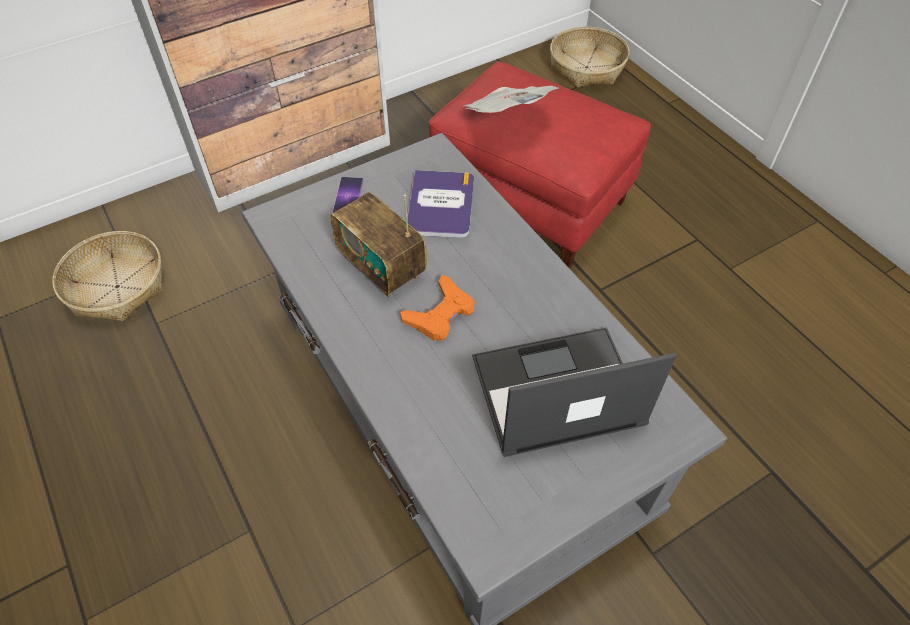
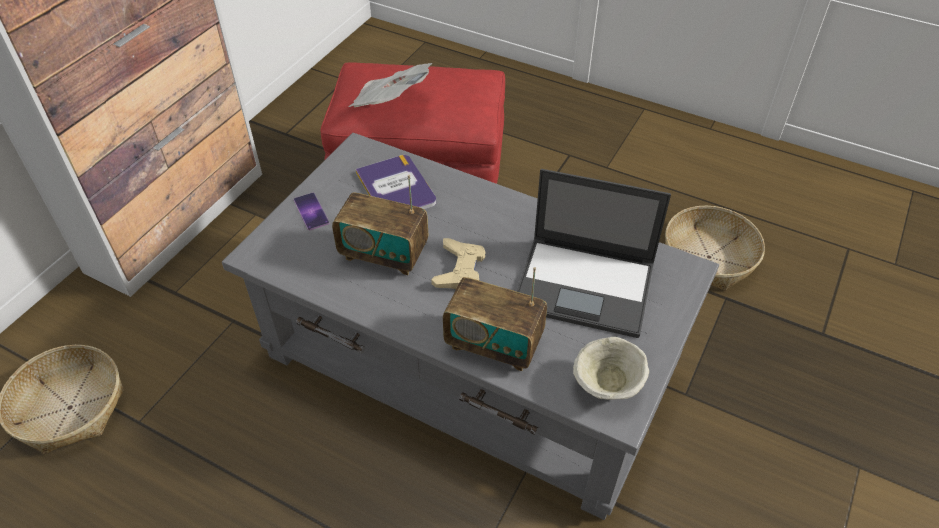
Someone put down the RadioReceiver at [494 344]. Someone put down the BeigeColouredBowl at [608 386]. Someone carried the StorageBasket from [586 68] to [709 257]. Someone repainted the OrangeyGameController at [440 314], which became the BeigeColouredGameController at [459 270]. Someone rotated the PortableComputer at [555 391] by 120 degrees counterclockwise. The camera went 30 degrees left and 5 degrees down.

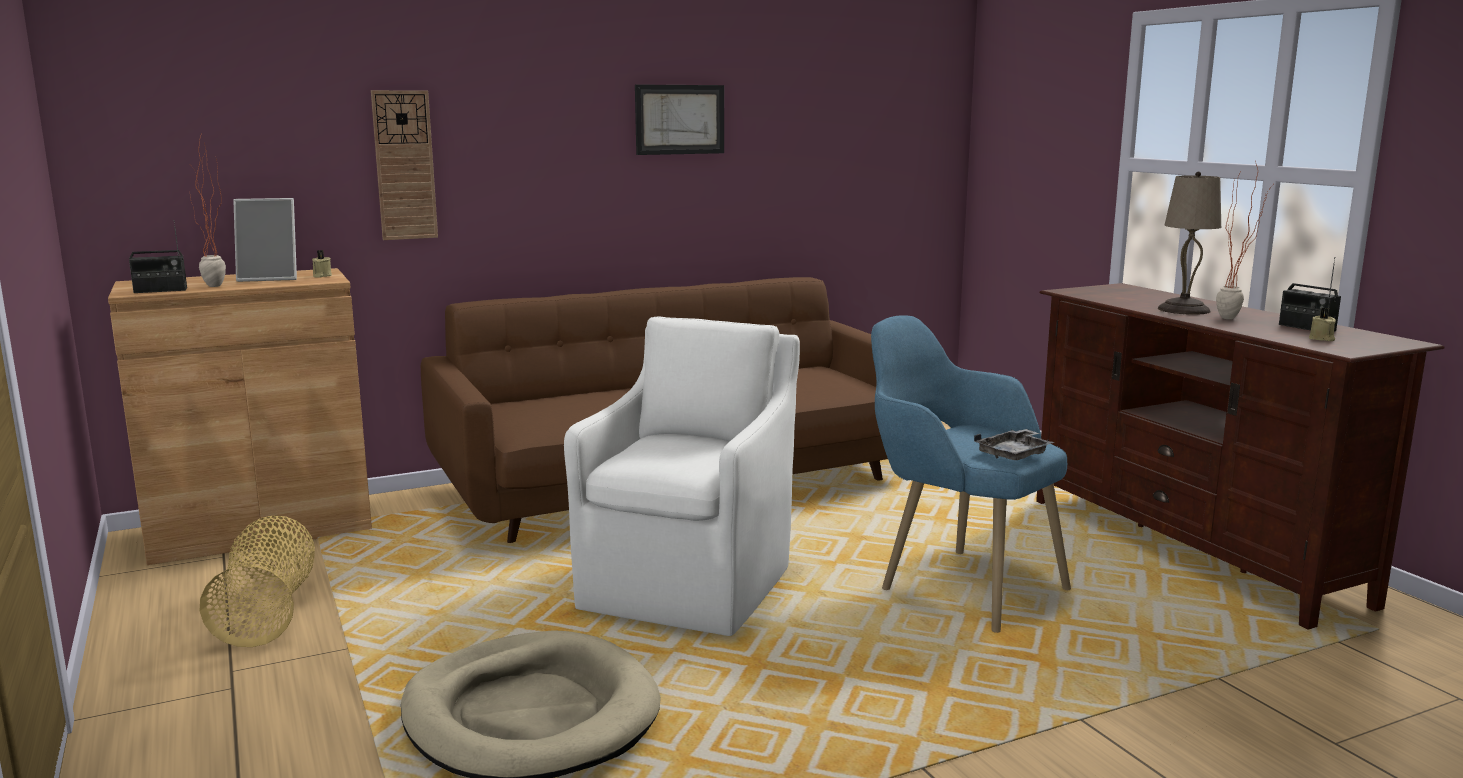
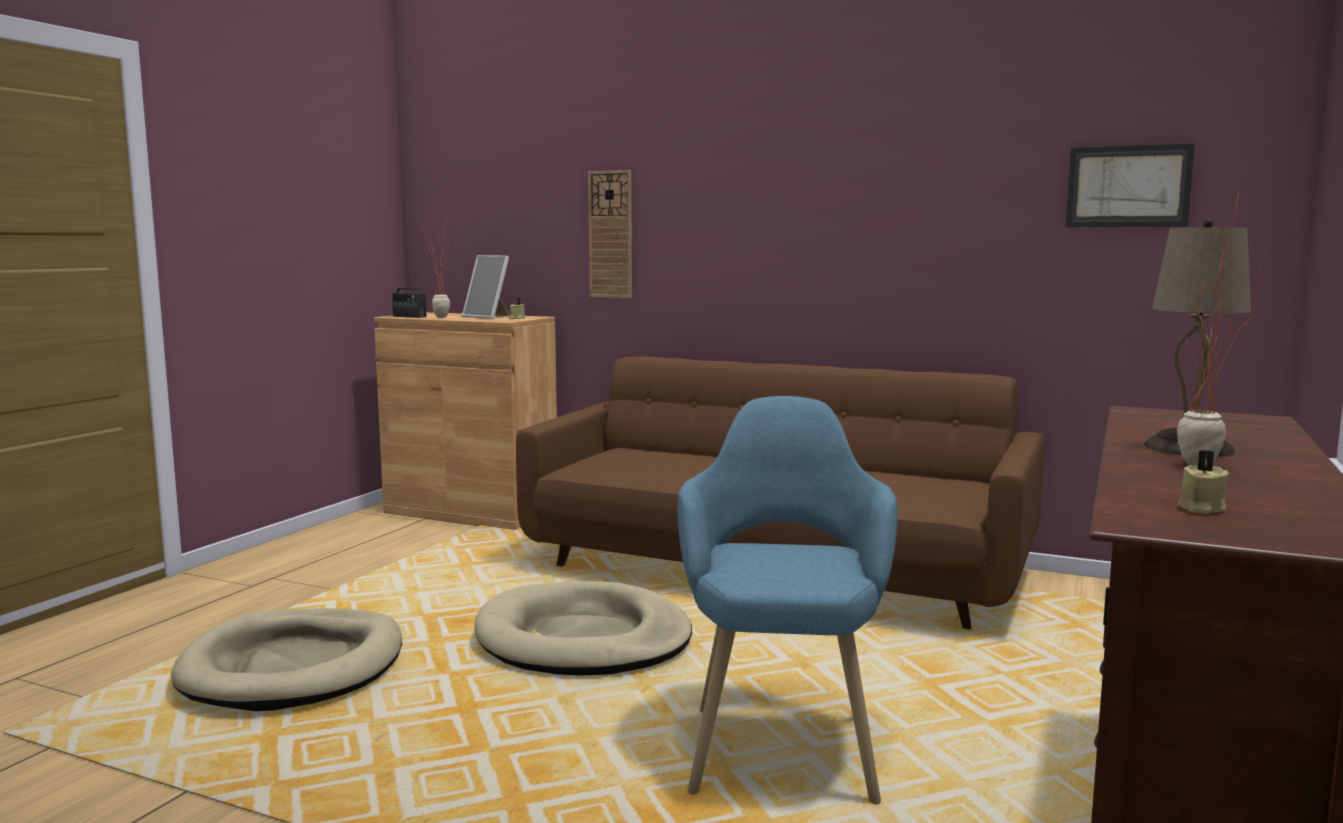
Someone took away the StorageBasket at [268 611]. Someone took away the GrayCarryingTray at [1014 454]. Someone took away the RadioReceiver at [1306 327]. Someone carried the Picture from [679 119] to [1128 186]. Someone swapped the WhiteLoungeChair at [690 585] for the BeigeColouredPetBed at [583 639]. The camera went 50 degrees right and 5 degrees down.

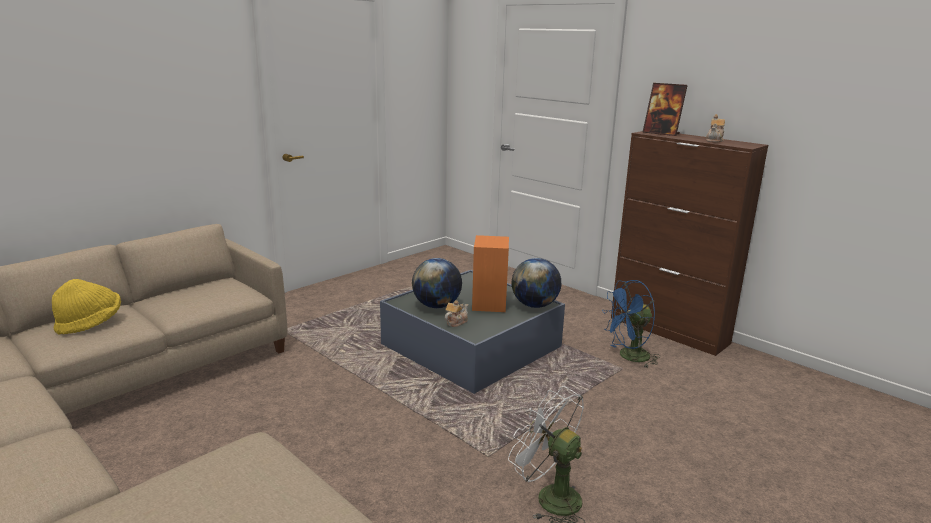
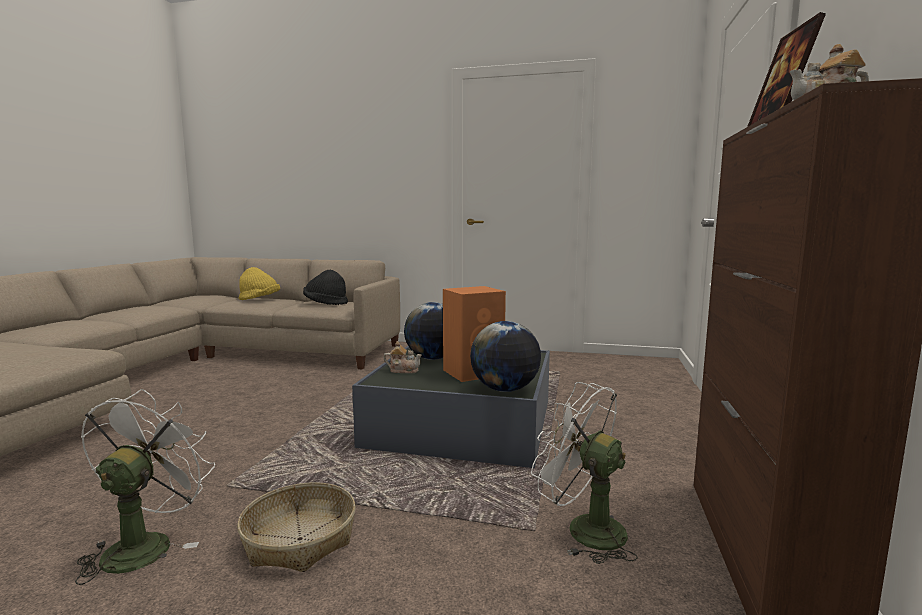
Someone put down the StorageBasket at [299 539]. Someone put down the BlackColouredClothingHat at [325 303]. Someone repainted the BlueCoolingFan at [629 357], which became the WhiteCoolingFan at [583 529]. The camera went 60 degrees right and 10 degrees down.

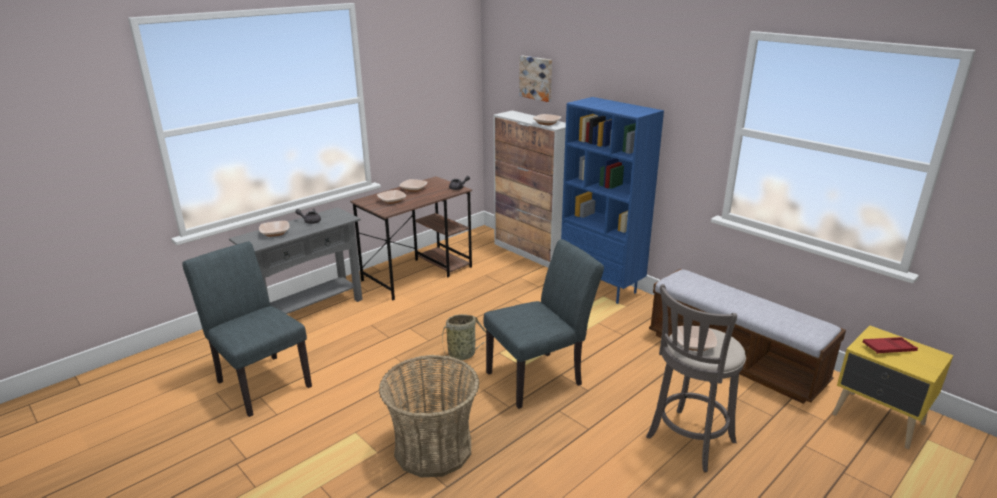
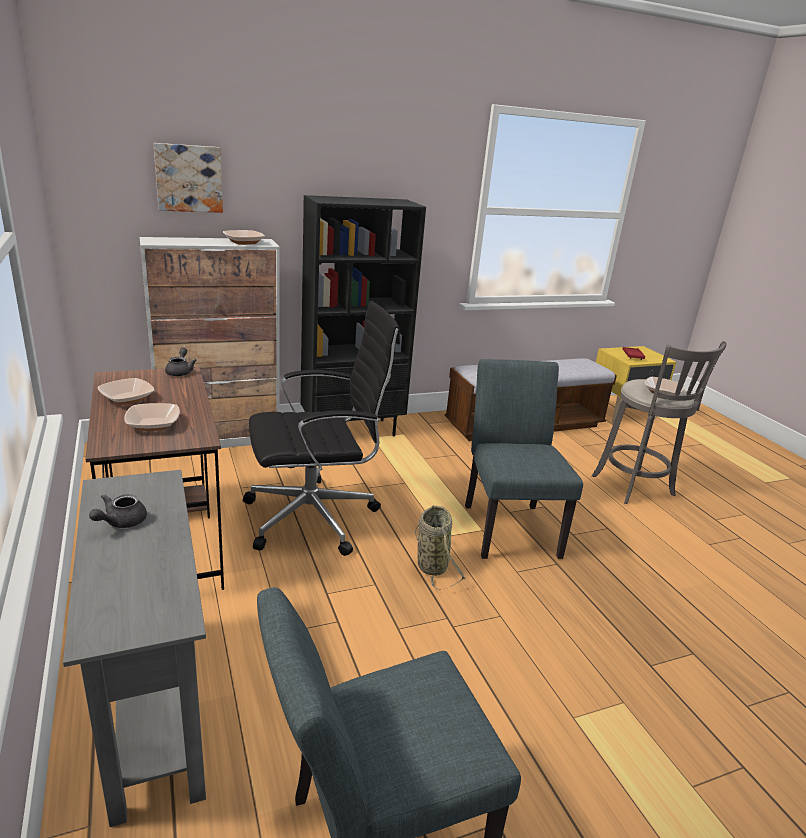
Someone took away the Bowl at [275 233]. Someone took away the StorageBasket at [433 448]. Someone put down the BlackColouredOfficeChair at [315 517]. Someone repainted the BlueBookcase at [602 286], which became the BlackColouredBookcase at [352 430]. The camera went 70 degrees left and 0 degrees up.

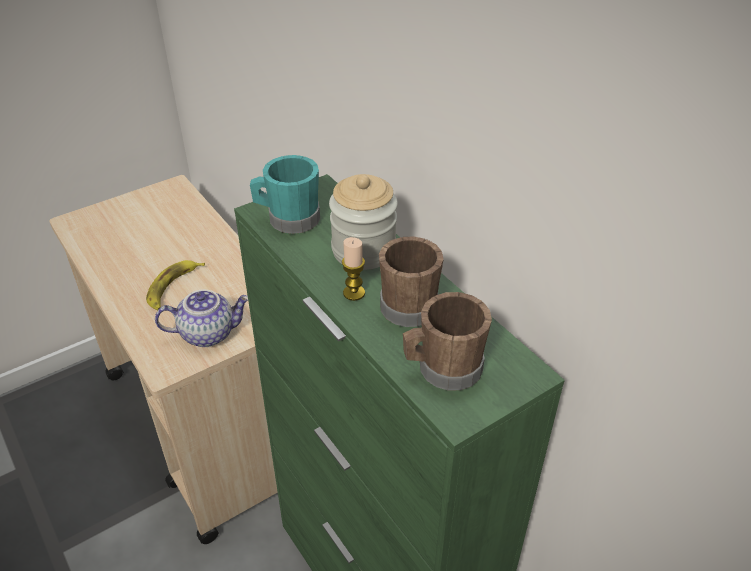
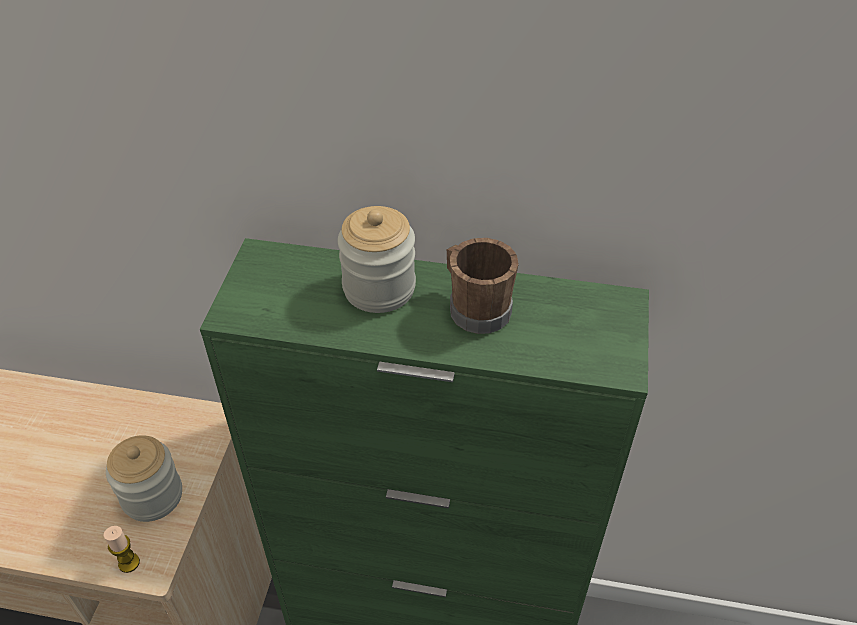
Someone took away the BananaFruit at [173 288]. Someone took away the TurquoiseMug at [288 219]. Someone took away the BrownishMug at [443 369]. Someone carried the Candle from [354 293] to [129 563]. Someone swapped the Teapot at [208 333] for the Jar at [152 496]. The camera went 45 degrees left and 5 degrees up.

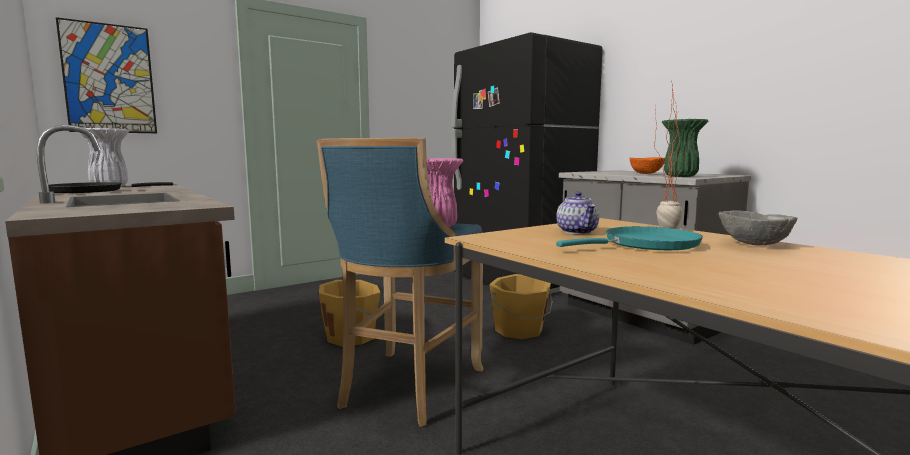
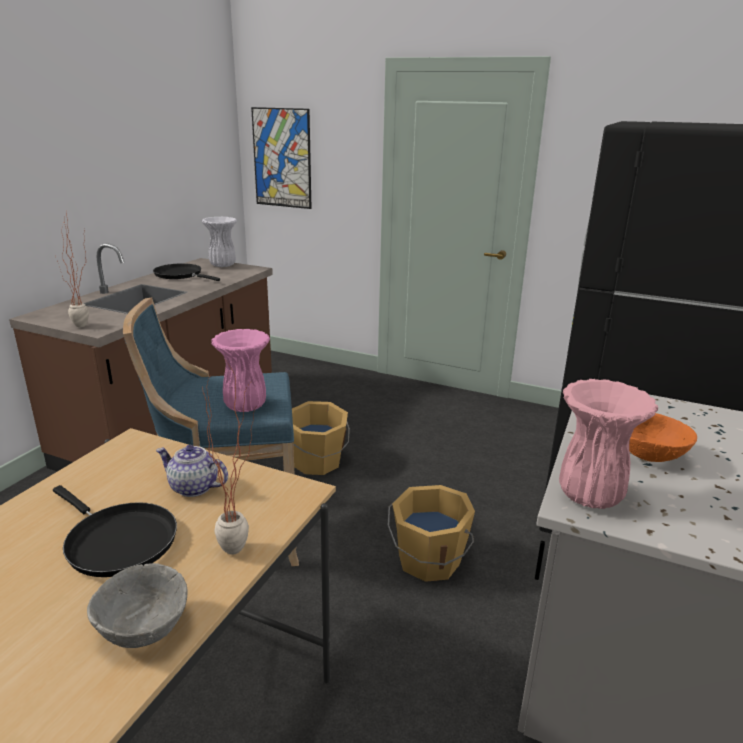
Someone put down the PottedPlant at [85 327]. Someone repainted the TurquoisePan at [645 244], which became the BlackColouredPan at [117 541]. Someone repainted the GreenishFlowerVase at [681 176], which became the PinkColouredFlowerVase at [590 497]. Someone rotated the Teapot at [577 232] by 60 degrees clockwise. The camera went 60 degrees right and 15 degrees up.

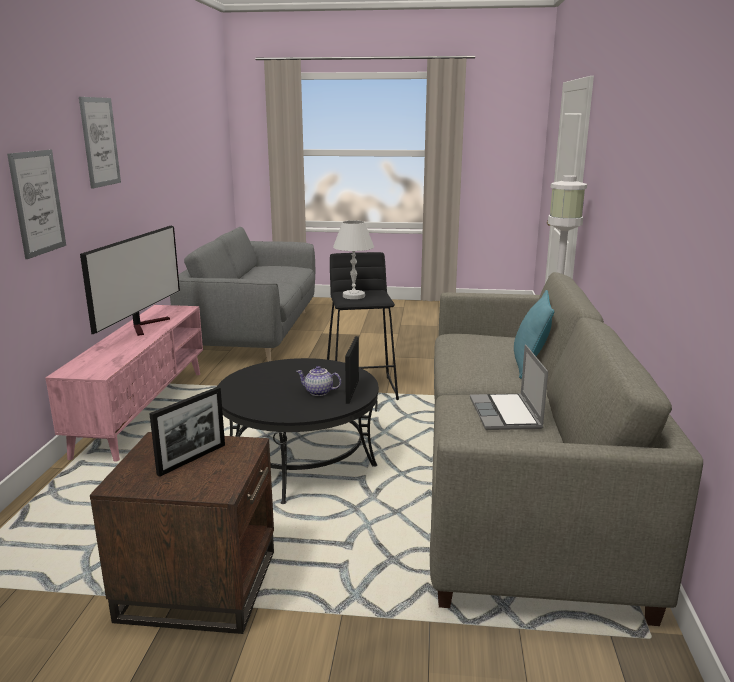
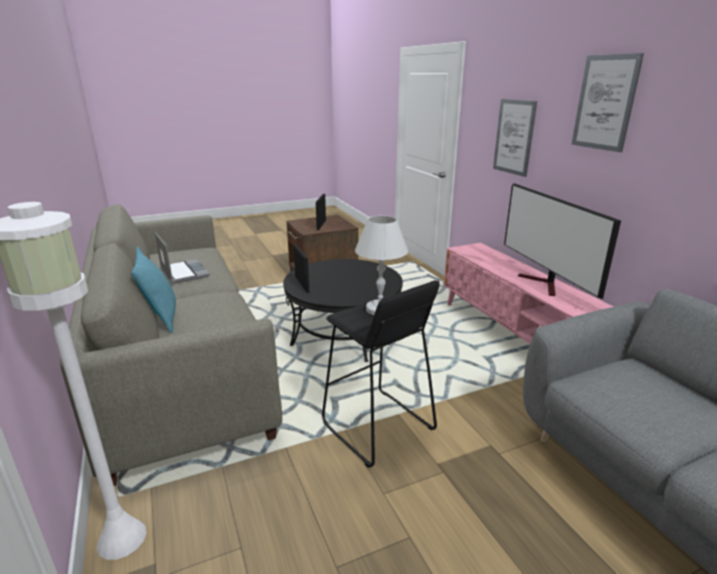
Someone took away the Teapot at [318 392]. The camera went 150 degrees right and 5 degrees up.

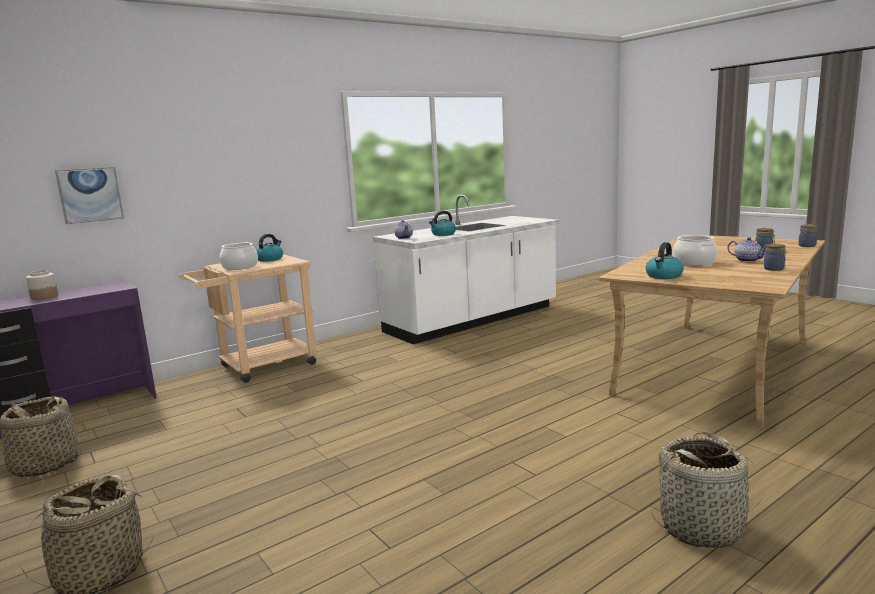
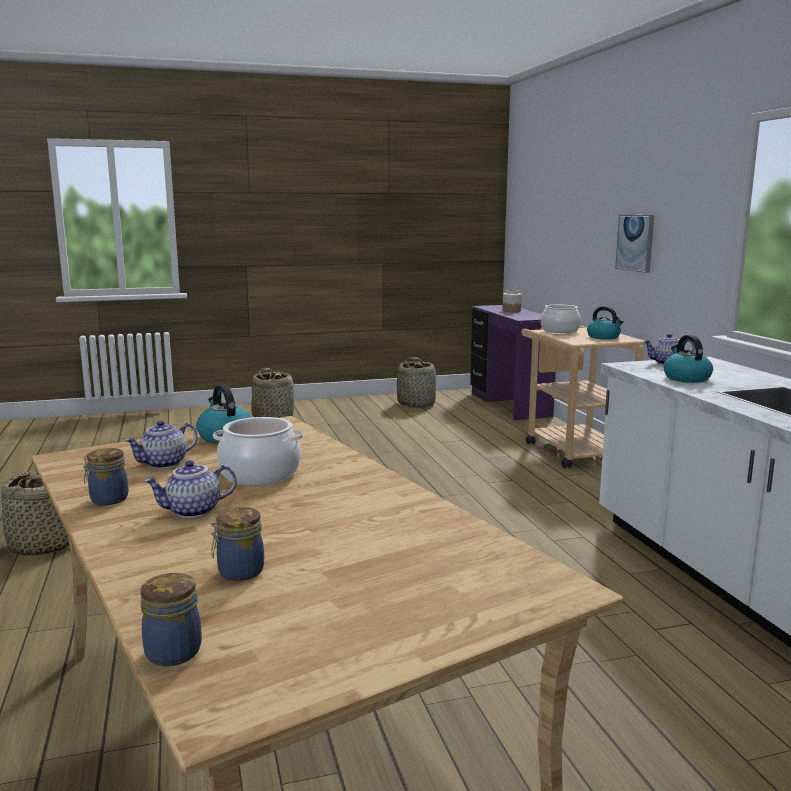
Someone put down the Teapot at [164 464]. Someone carried the Picture from [90 195] to [635 242]. The camera went 110 degrees right and 0 degrees up.

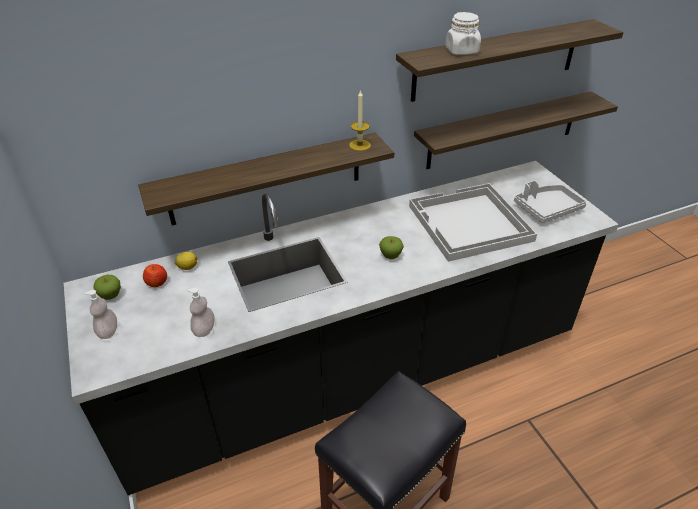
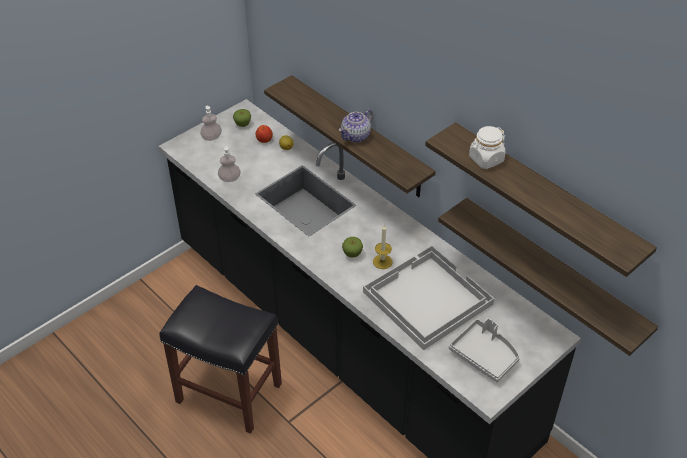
Someone put down the Teapot at [356 136]. Someone carried the Candle from [360 145] to [382 261]. The camera went 70 degrees right and 5 degrees up.

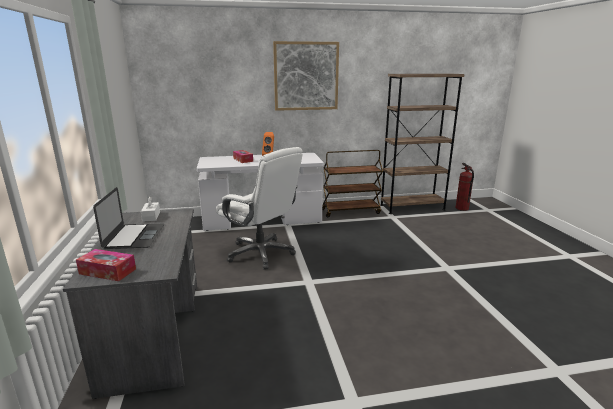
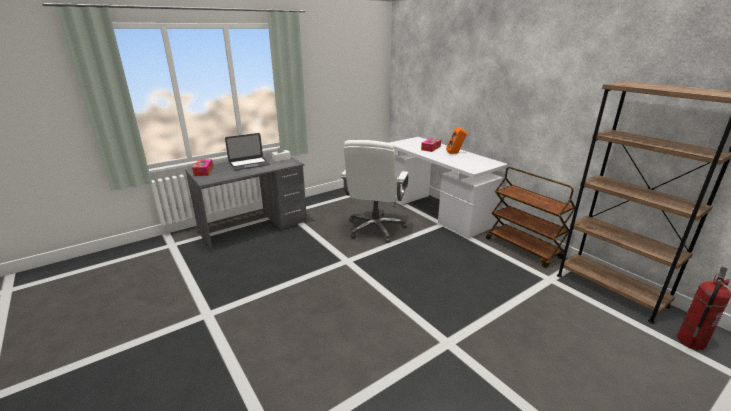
Someone took away the Picture at [306 76]. The camera went 65 degrees right and 5 degrees up.

